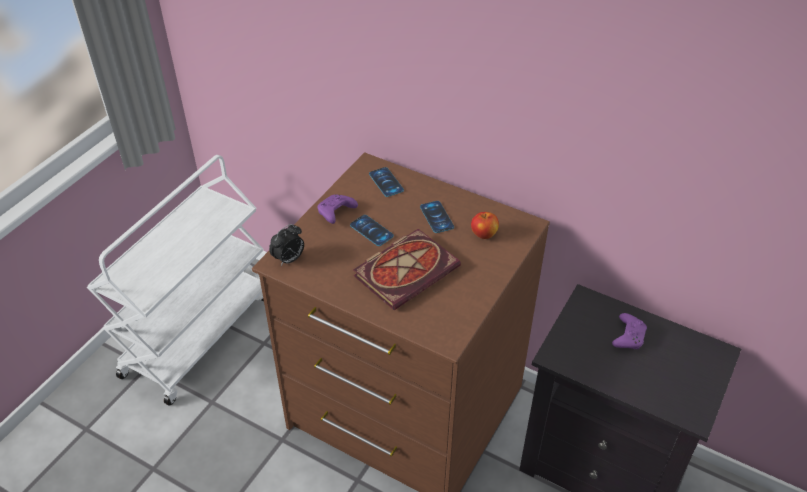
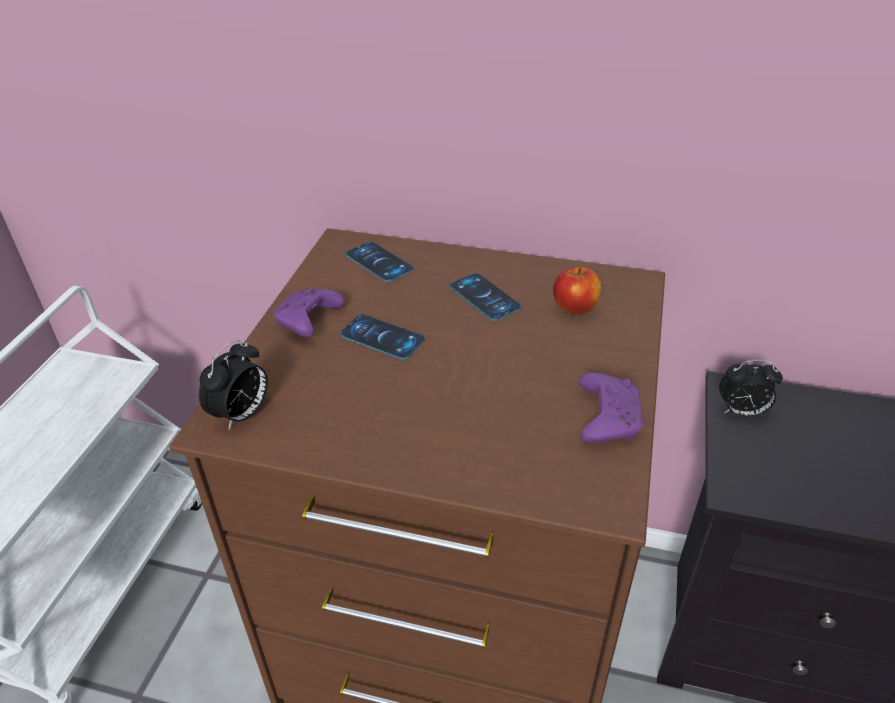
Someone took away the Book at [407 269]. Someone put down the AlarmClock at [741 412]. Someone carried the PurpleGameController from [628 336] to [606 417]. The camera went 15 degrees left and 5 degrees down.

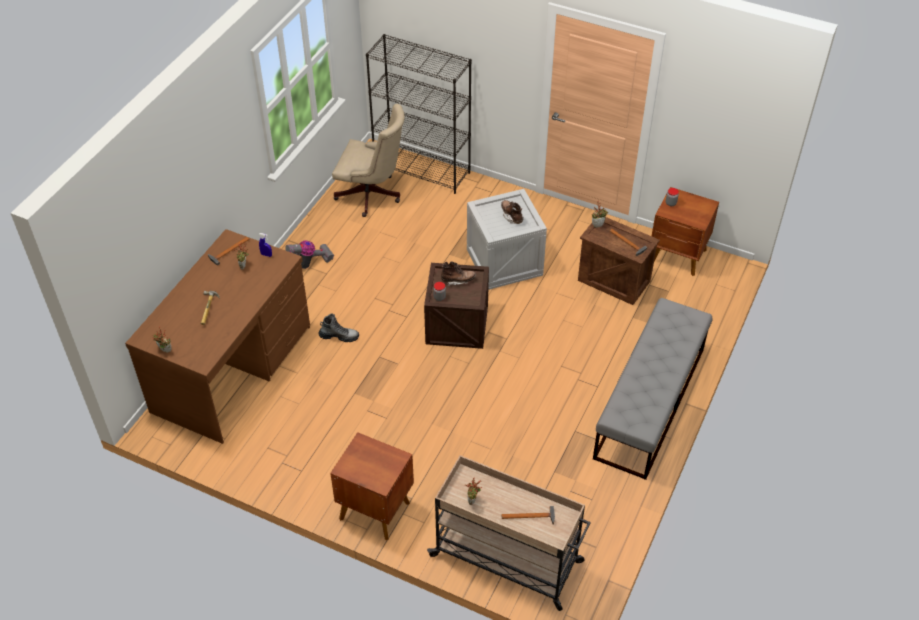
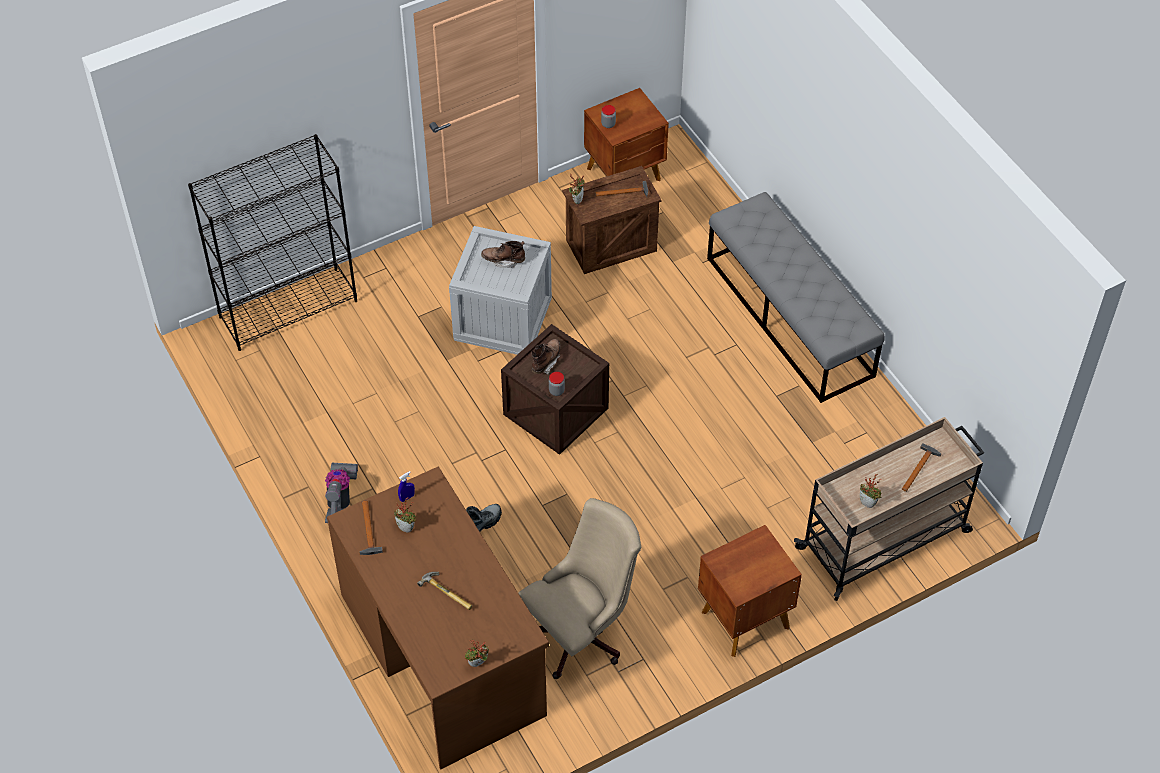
Someone carried the BeigeColouredOfficeChair from [372 196] to [581 631]. The camera went 55 degrees left and 5 degrees up.

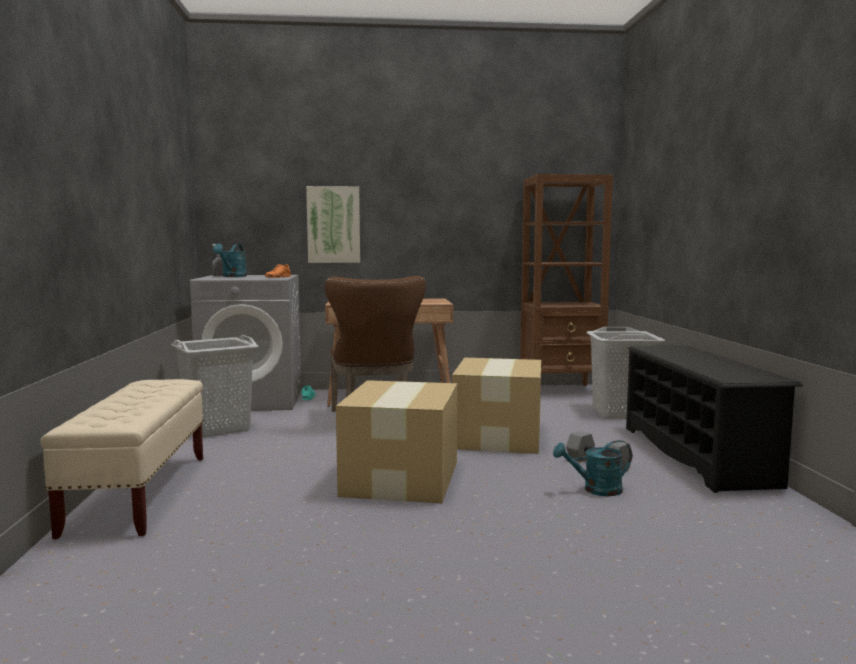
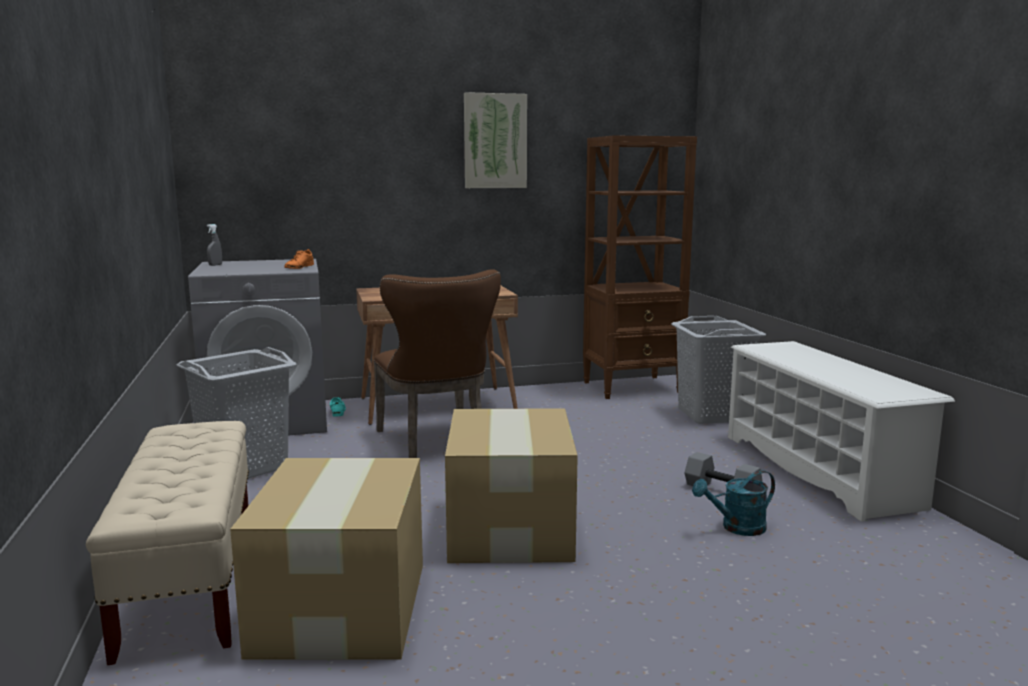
Someone took away the TurquoiseWateringCan at [232 276]. Someone carried the Picture from [333 224] to [495 141]. Someone carried the CardboardBox from [499 436] to [343 606]. Someone repainted the BlackColouredShoeShelf at [697 455], which became the WhiteShoeShelf at [819 470]. The camera went 10 degrees left and 5 degrees up.

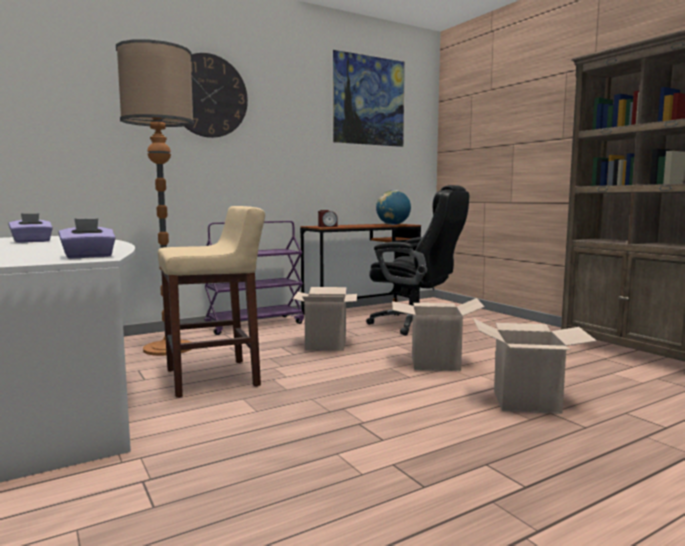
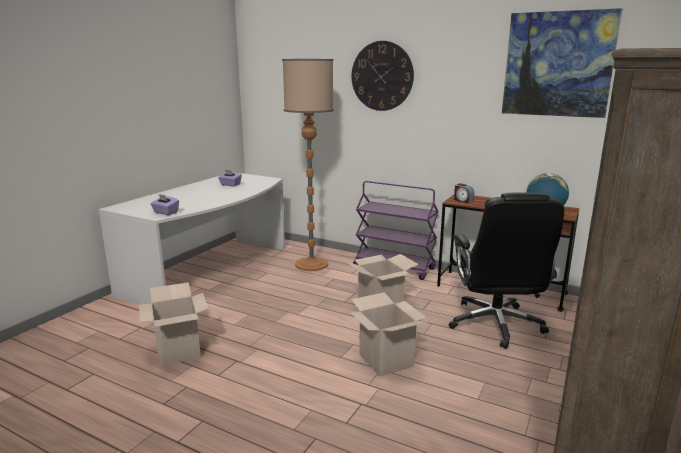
Someone took away the BeigeColouredSittingStool at [214 378]. Someone carried the CardboardBox from [526 402] to [178 351]. The camera went 60 degrees right and 10 degrees up.

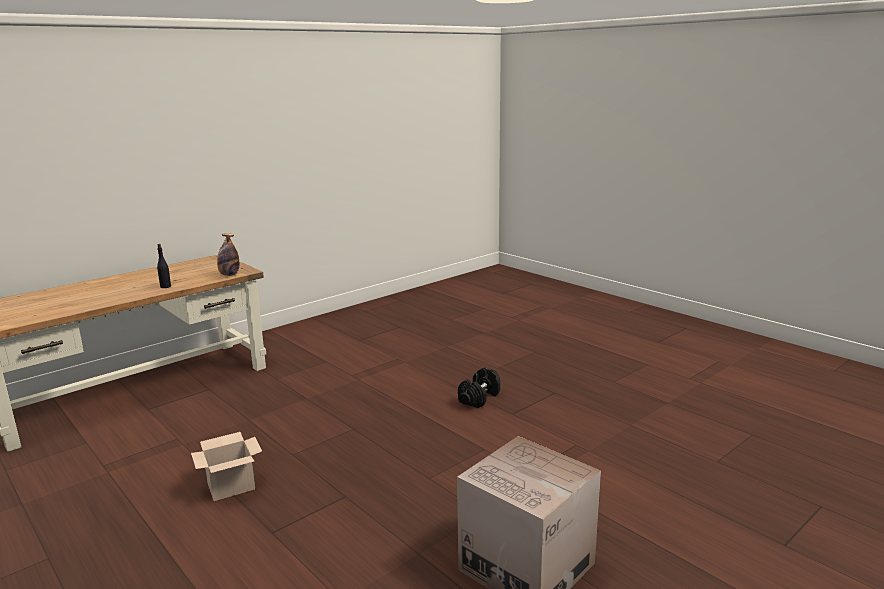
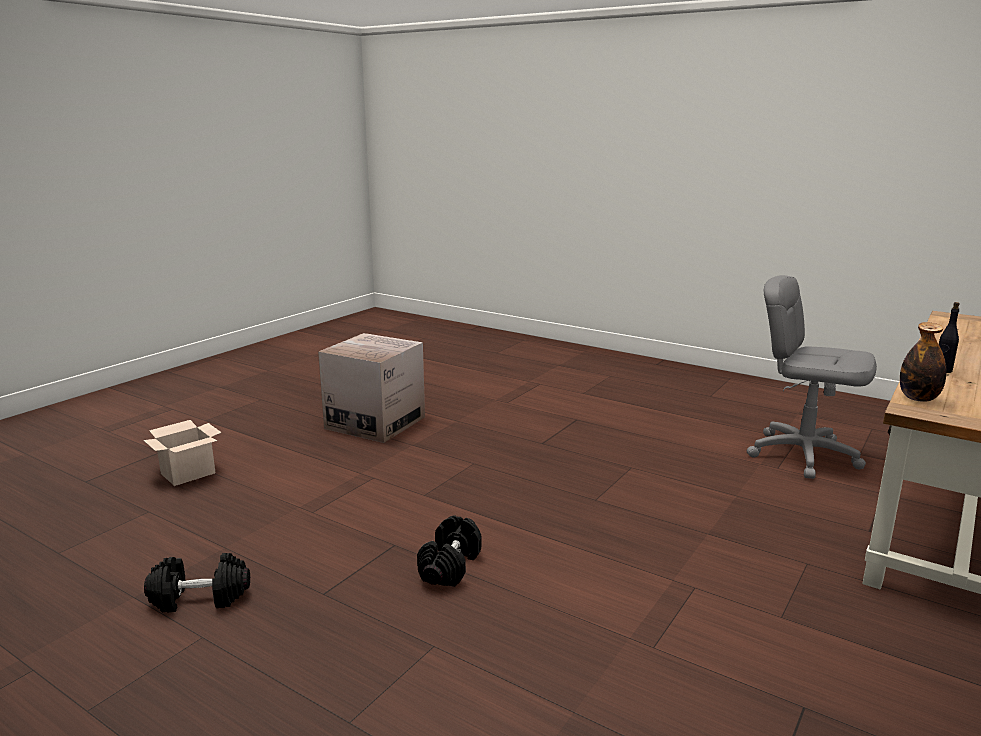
Someone put down the BlackColouredHandWeight at [201 598]. Someone put down the GrayOfficeChair at [803 455]. Someone carried the CardboardBox from [232 485] to [187 474]. The camera went 165 degrees right and 0 degrees up.

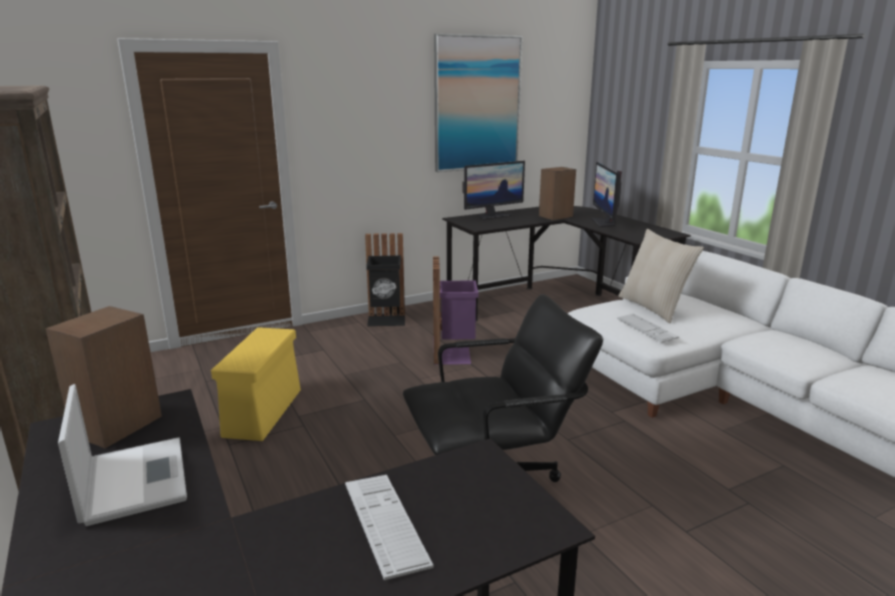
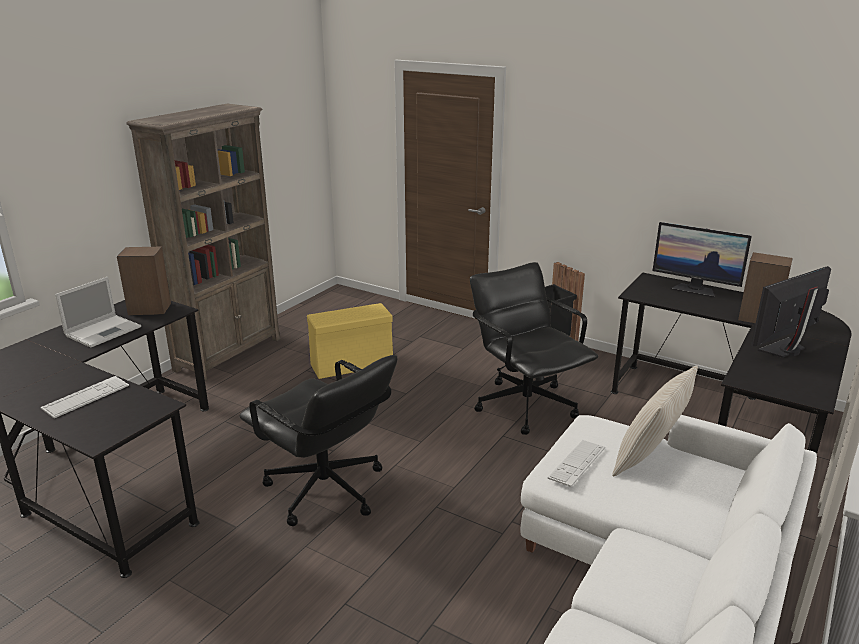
Someone took away the Picture at [477 103]. Someone swapped the PurpleWasteBin at [454 354] for the BlackColouredOfficeChair at [526 405]. The camera went 60 degrees right and 5 degrees up.

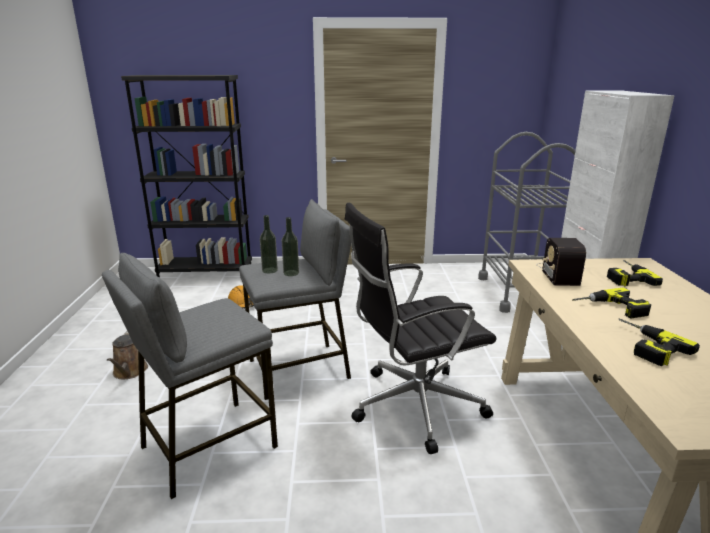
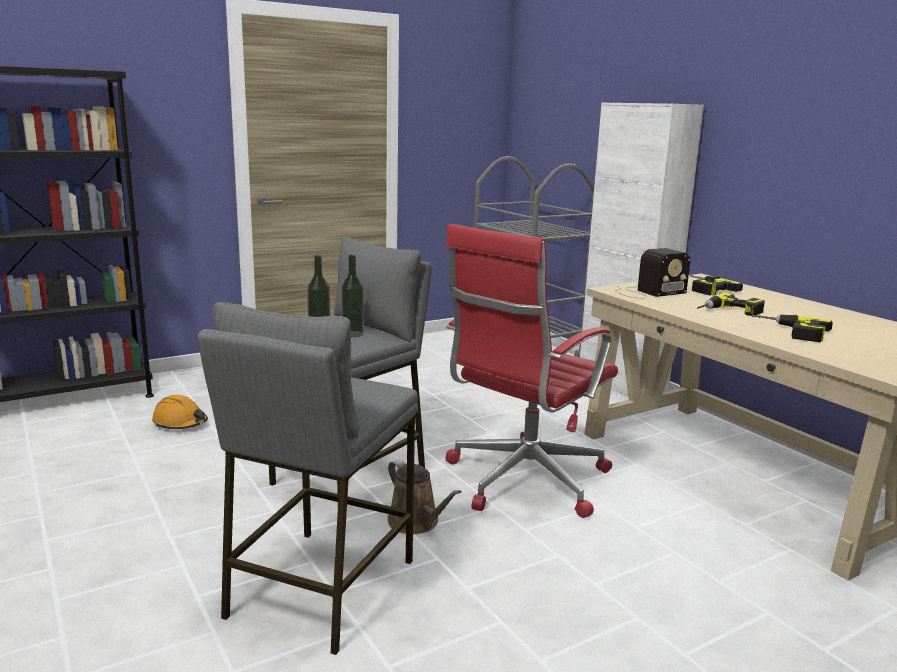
Someone carried the BrownishWateringCan from [129 372] to [416 523]. Someone repainted the BlackColouredOfficeChair at [413 406], which became the RedColouredOfficeChair at [523 480]. Someone rotated the RadioReceiver at [559 272] by 90 degrees counterclockwise. The camera went 30 degrees left and 5 degrees down.

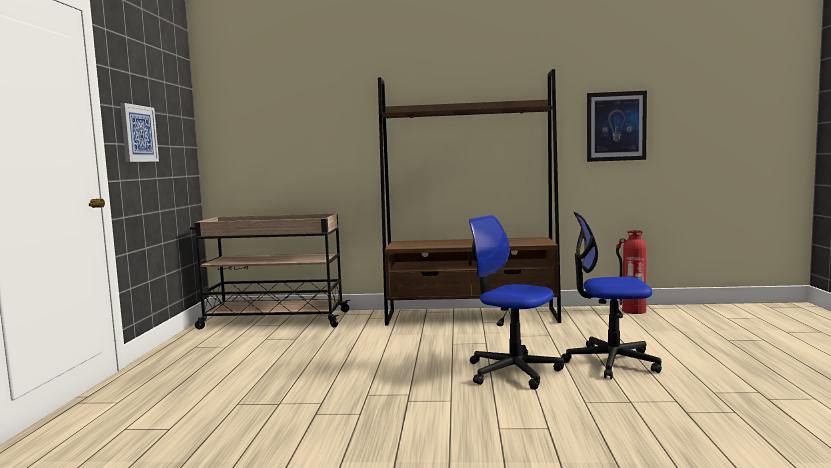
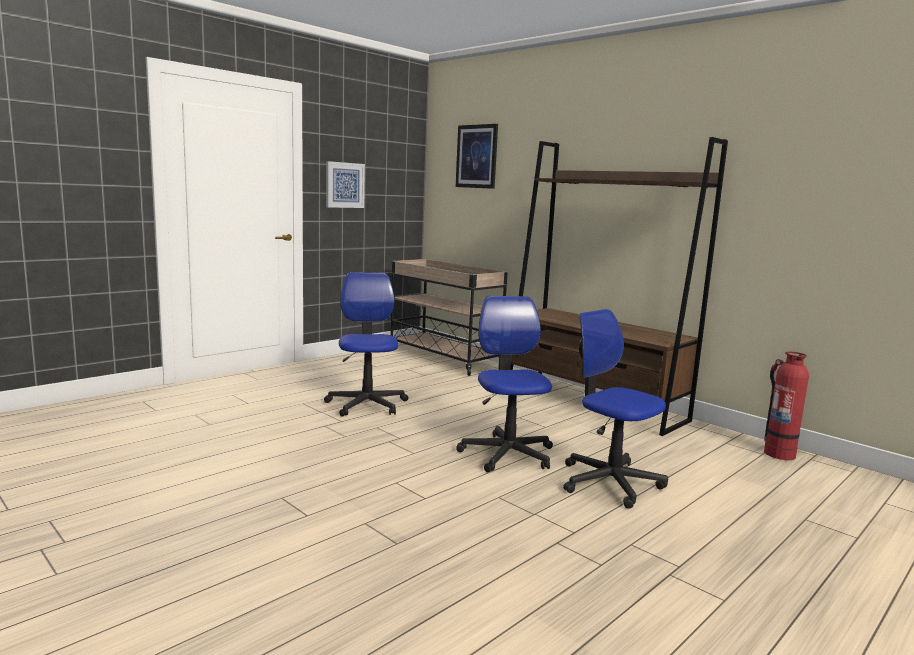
Someone put down the OfficeChair at [367 404]. Someone carried the Picture from [616 126] to [477 156]. The camera went 40 degrees right and 5 degrees up.

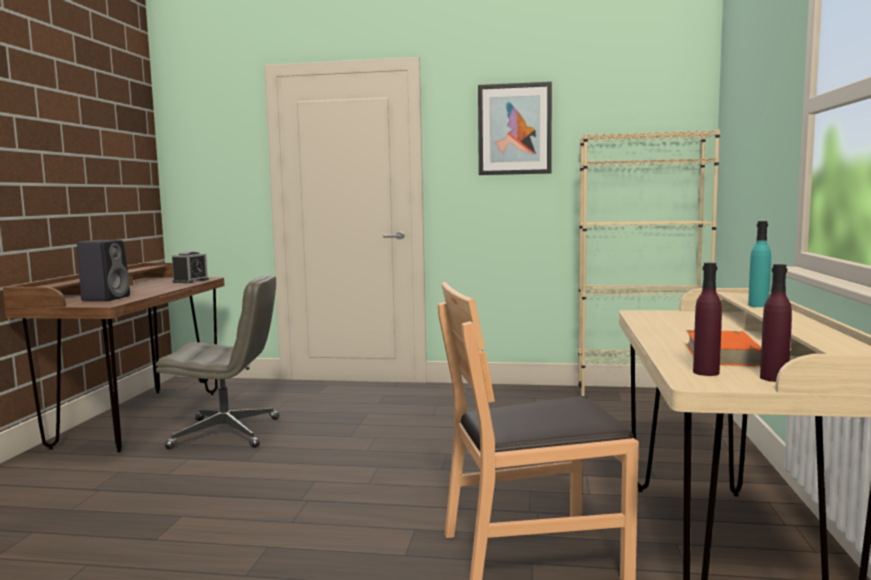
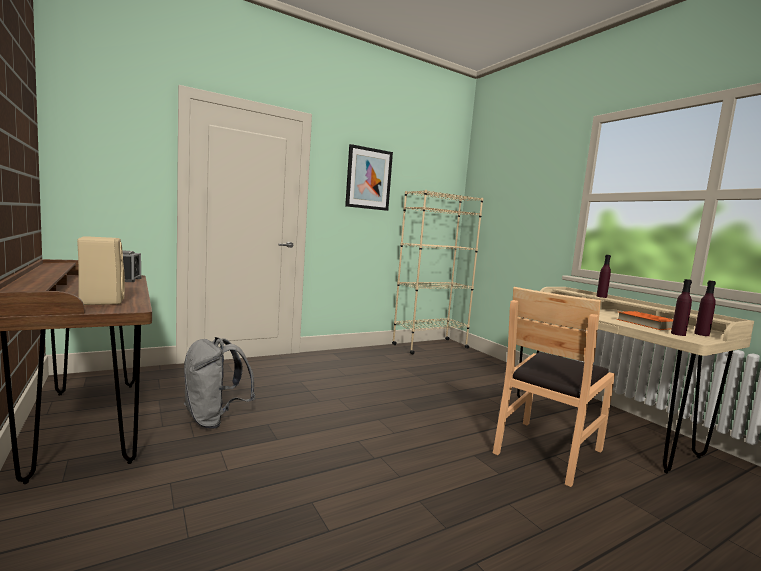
Someone swapped the GrayOfficeChair at [227 433] for the GrayKnapsack at [214 419]. Someone repainted the BlackColouredAudioSpeaker at [106 298], which became the BeigeColouredAudioSpeaker at [101 301]. Someone repainted the TurquoiseBottle at [758 305], which became the PurpleBottle at [601 297]. The camera went 40 degrees left and 0 degrees up.

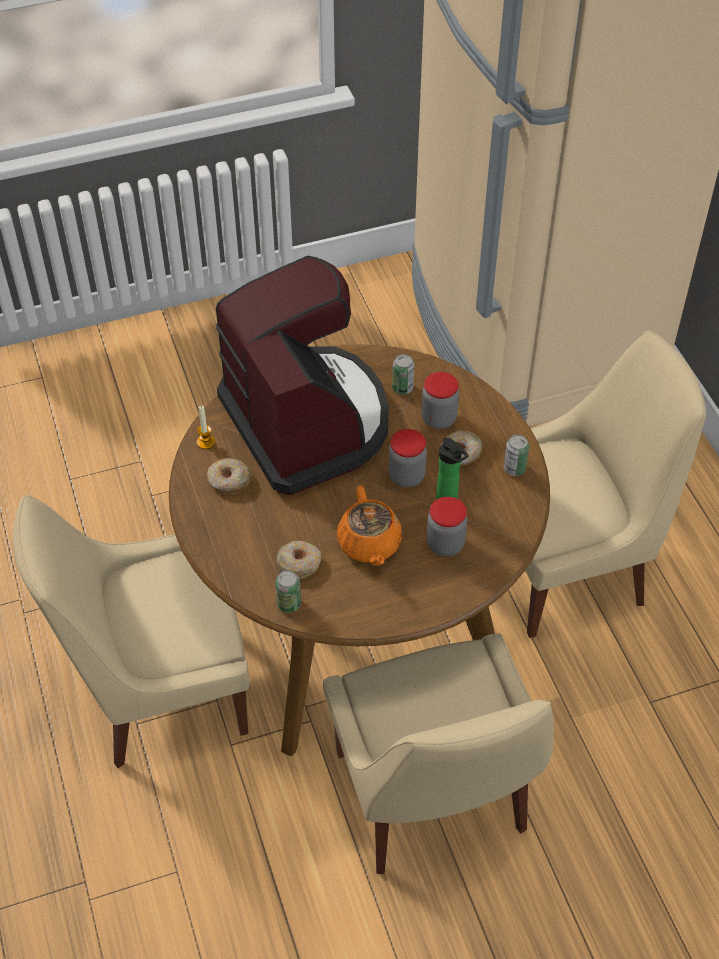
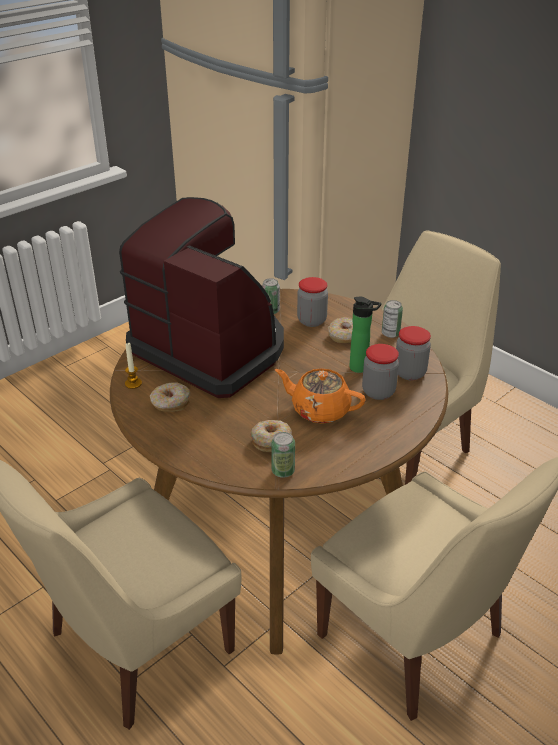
Someone carried the Jar from [406 476] to [409 373]. Someone rotated the OrangeyTeapot at [369 544] by 150 degrees clockwise. The camera went 25 degrees left and 15 degrees down.

